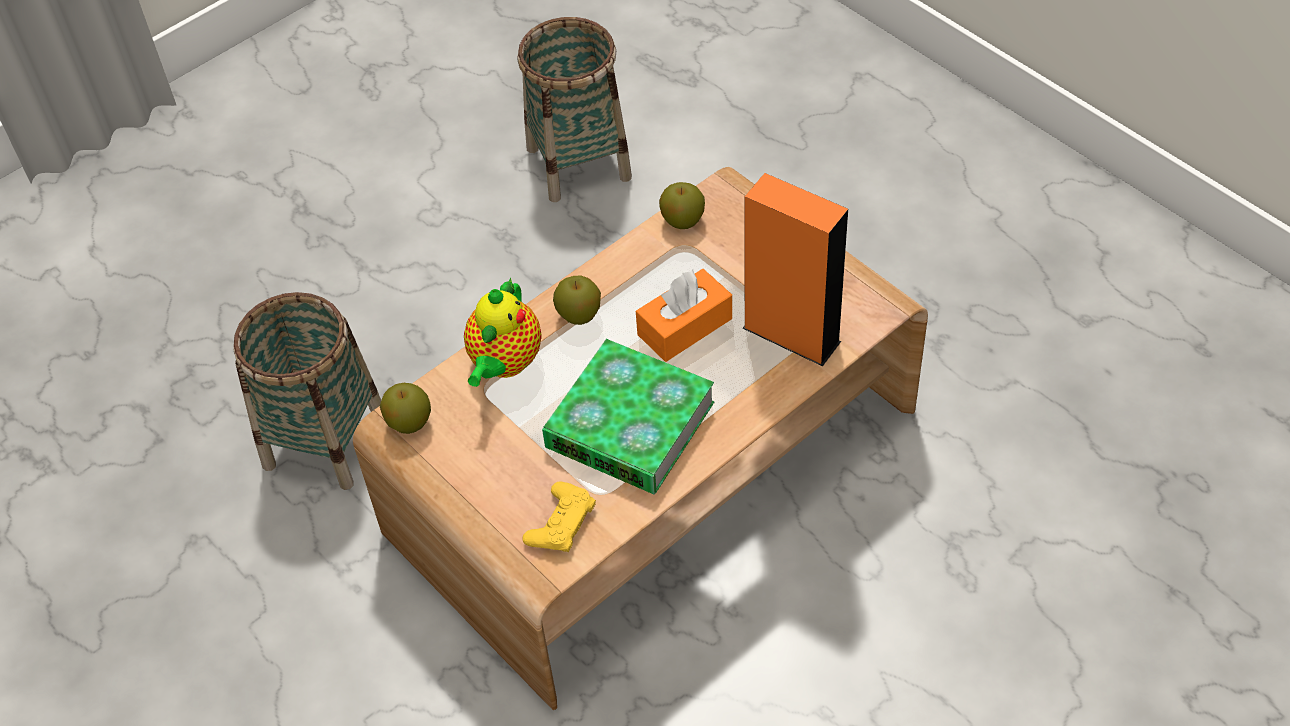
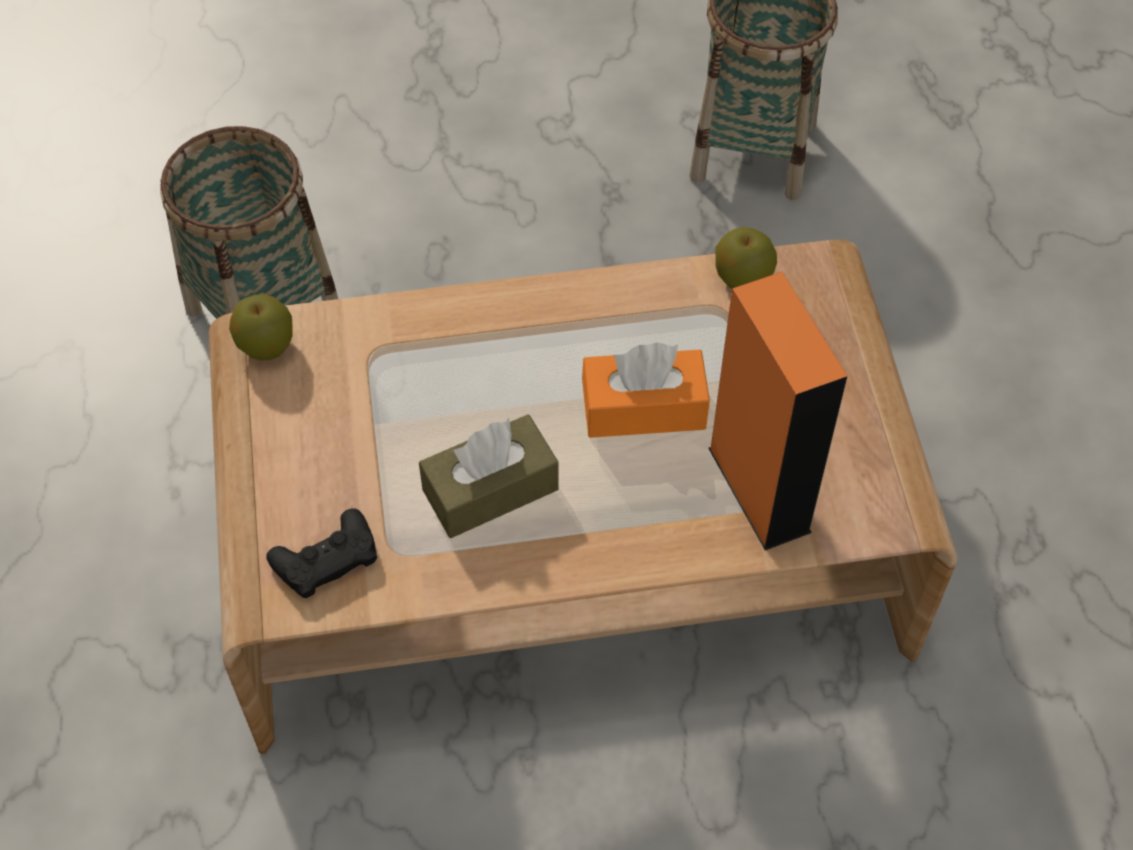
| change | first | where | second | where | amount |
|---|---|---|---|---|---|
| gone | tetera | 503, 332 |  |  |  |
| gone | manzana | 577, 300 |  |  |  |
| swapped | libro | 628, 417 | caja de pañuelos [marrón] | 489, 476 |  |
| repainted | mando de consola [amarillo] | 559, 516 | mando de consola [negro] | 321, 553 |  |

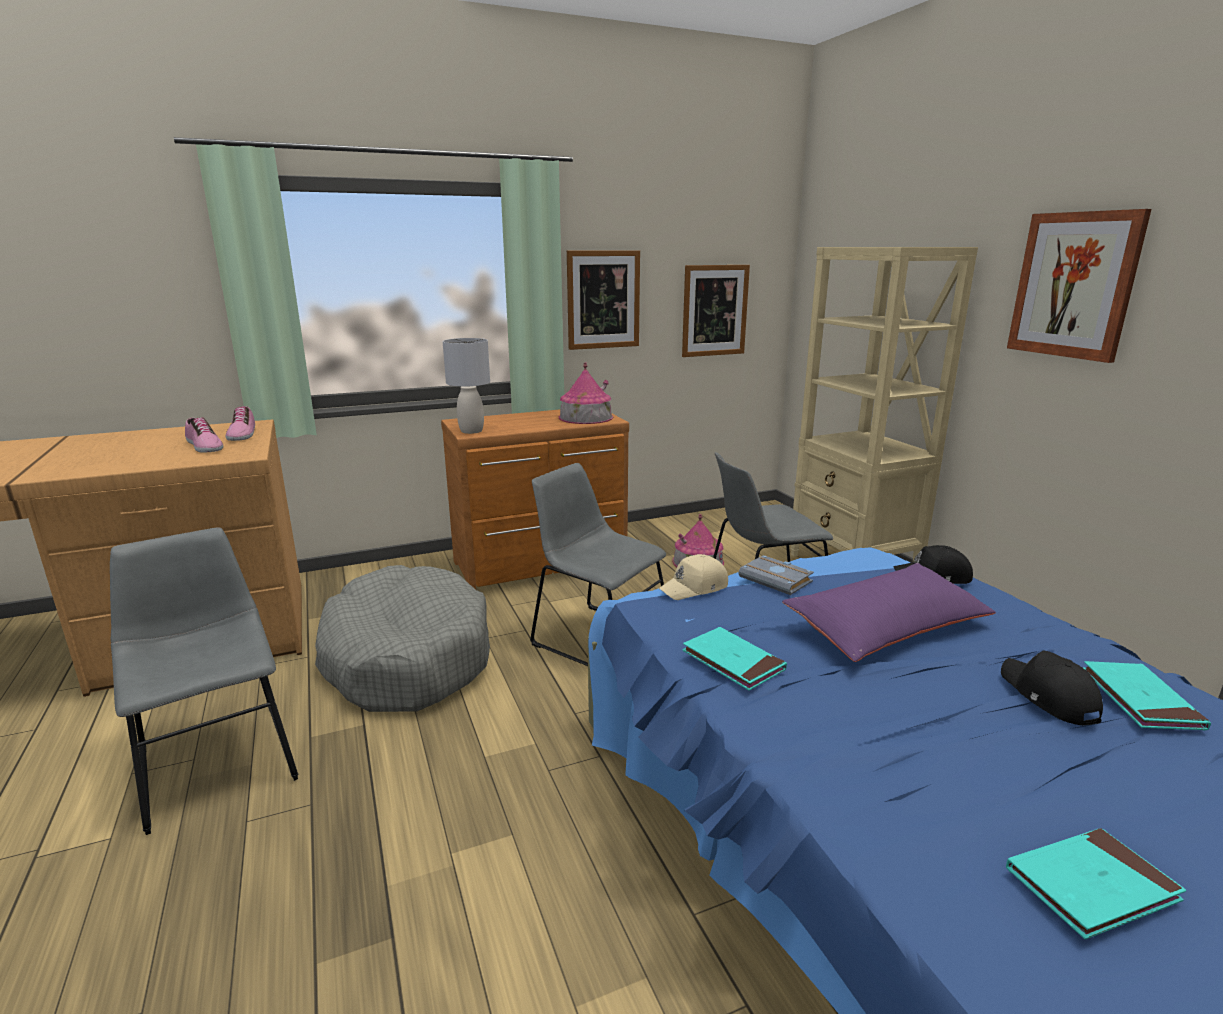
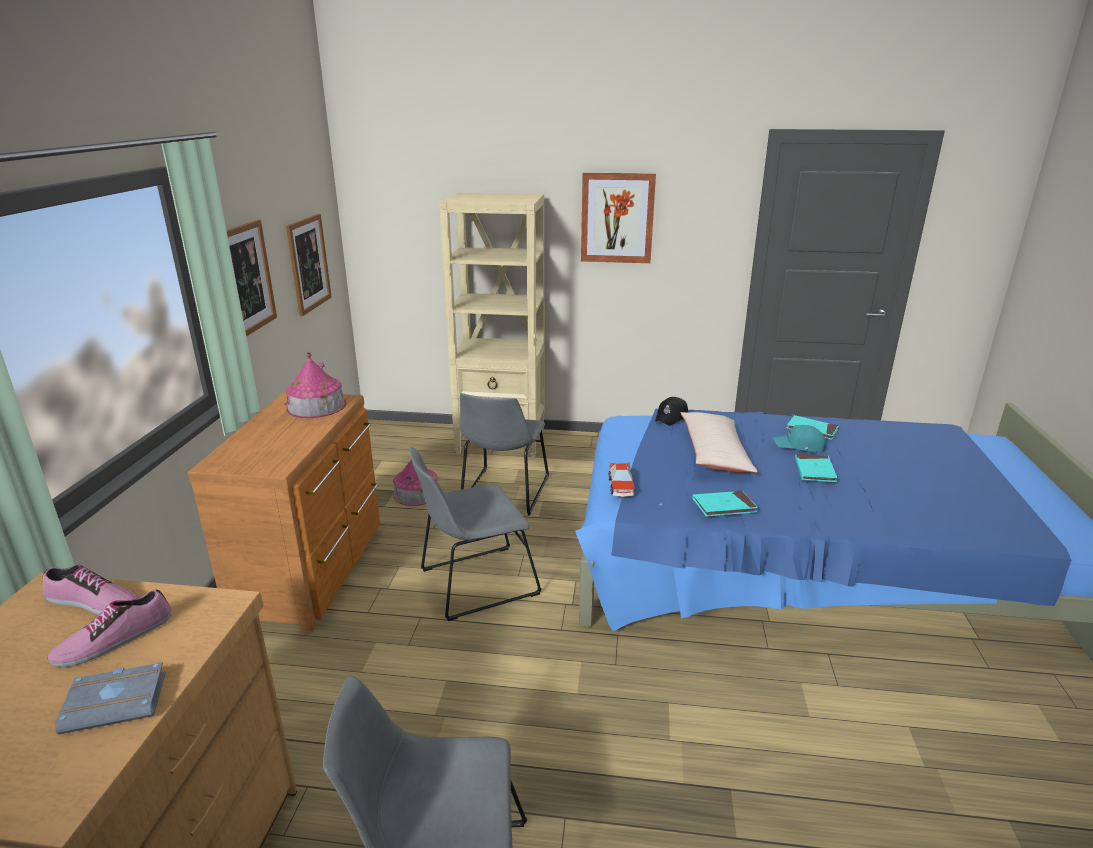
| change | first | where | second | where | amount |
|---|---|---|---|---|---|
| gone | cama para perro [gris] | 402, 638 |  |  |  |
| gone | lámpara de mesa [gris] | 466, 386 |  |  |  |
| shifted | libro [gris] | 776, 575 |  | 110, 698 |  |
| shifted | libro [turquesa] | 1096, 883 |  | 816, 468 |  |
| swapped | gorra [beis] | 693, 577 | coche de juguete | 621, 480 |  |
| repainted | cojín [morado] | 889, 612 | cojín [beis] | 719, 442 |  |
| repainted | gorra [negro] | 1052, 688 | gorra [turquesa] | 799, 438 |  |
| rotated | zapato | 204, 435 |  | 110, 628 | 150 degrees clockwise |

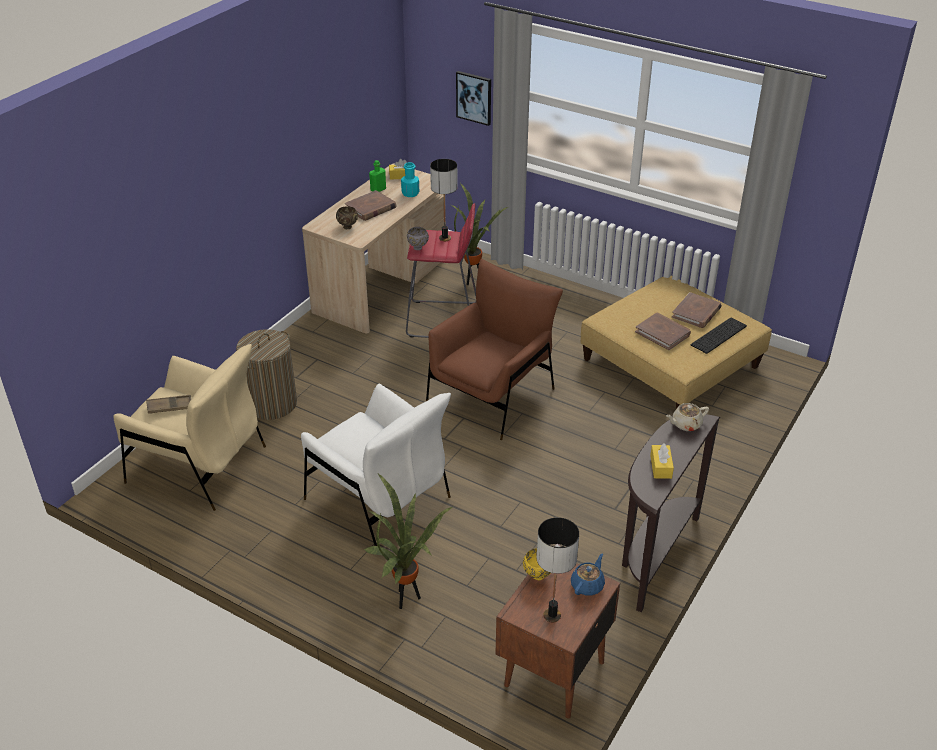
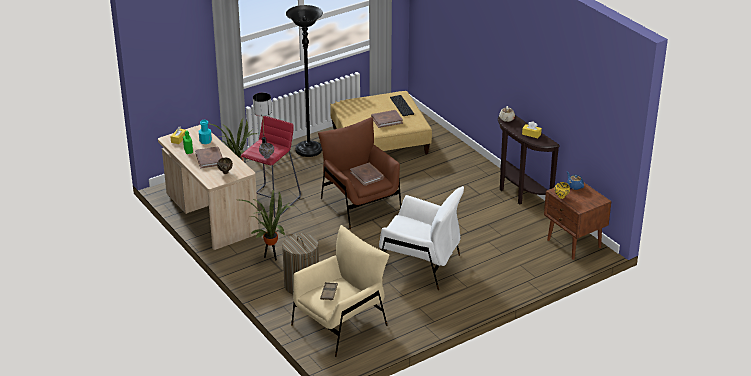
| change | first | where | second | where | amount |
|---|---|---|---|---|---|
| gone | cuadro | 473, 98 |  |  |  |
| gone | lámpara de mesa | 558, 570 |  |  |  |
| new |  |  | lámpara de pie [negro] | 304, 81 |  |
| shifted | planta en maceta | 408, 541 |  | 266, 225 |  |
| shifted | libro [marrón] | 697, 310 |  | 367, 174 |  |
| rotated | sillón [blanco] | 376, 465 |  | 421, 238 | 45 degrees clockwise |

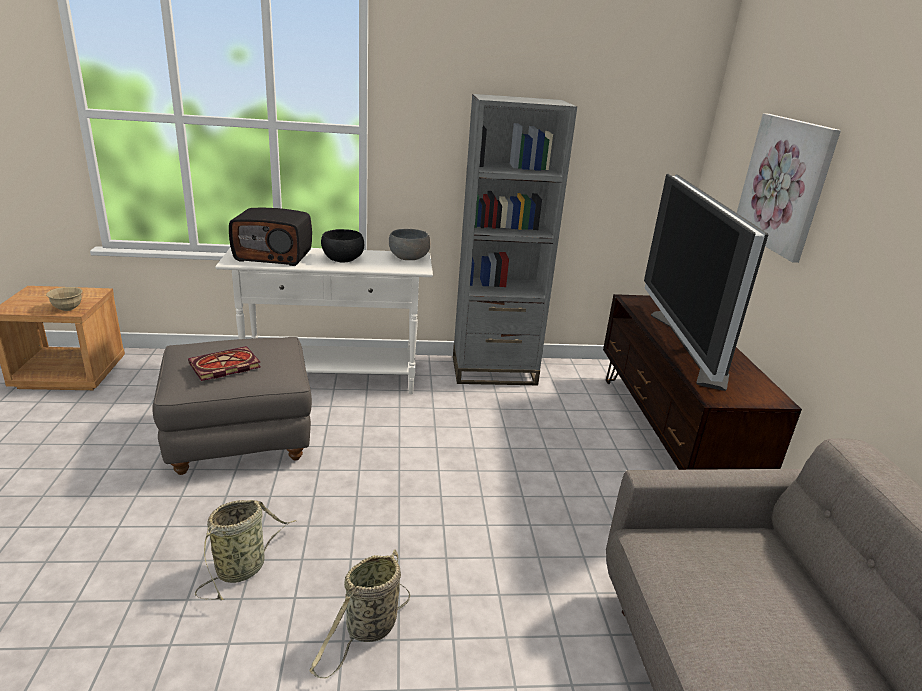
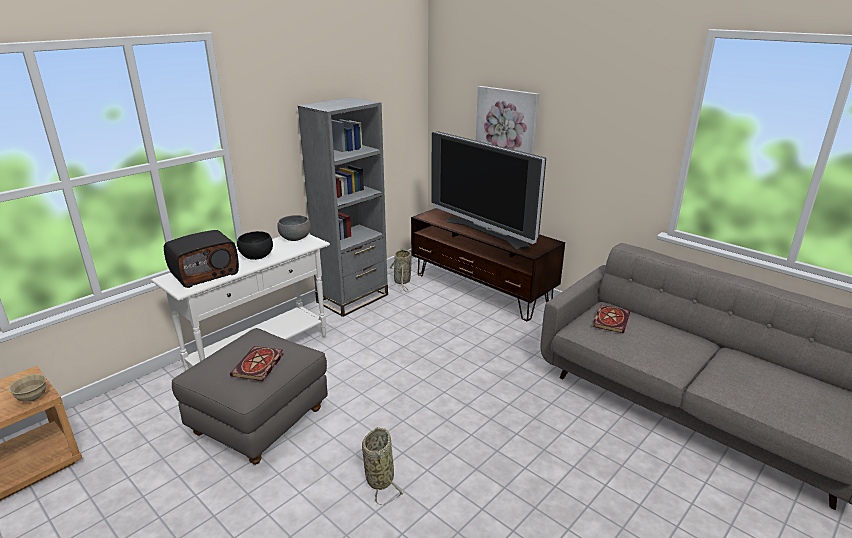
| change | first | where | second | where | amount |
|---|---|---|---|---|---|
| new |  |  | libro | 611, 319 |  |
| shifted | cesta | 360, 614 |  | 400, 270 |  |

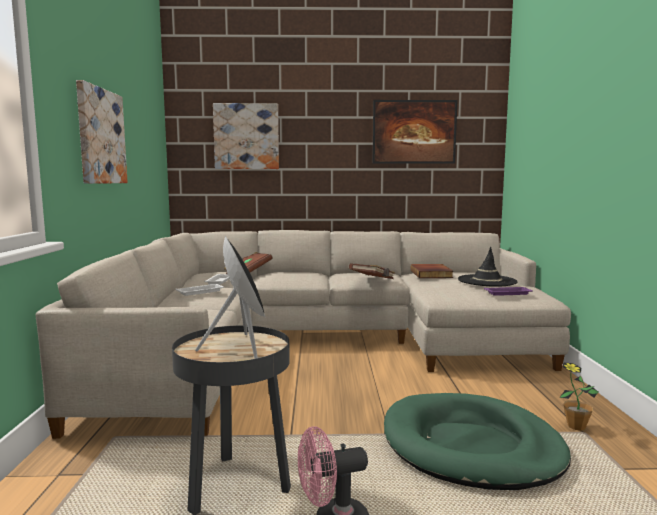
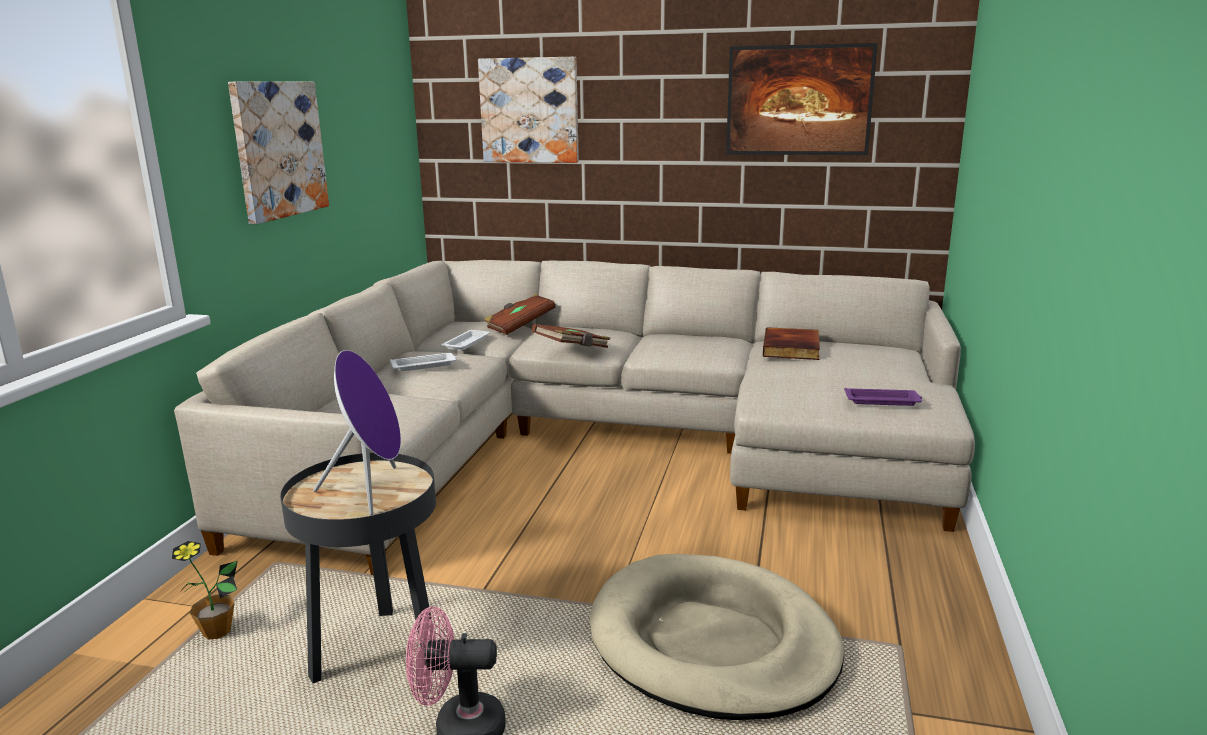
| change | first | where | second | where | amount |
|---|---|---|---|---|---|
| gone | sombrero [negro] | 488, 267 |  |  |  |
| shifted | libro [marrón] | 372, 271 |  | 571, 336 |  |
| shifted | planta en maceta | 578, 397 |  | 205, 590 |  |
| repainted | altavoz [negro] | 230, 297 | altavoz [morado] | 357, 432 |  |
| repainted | cama para perro [verde] | 477, 441 | cama para perro [beis] | 717, 637 |  |

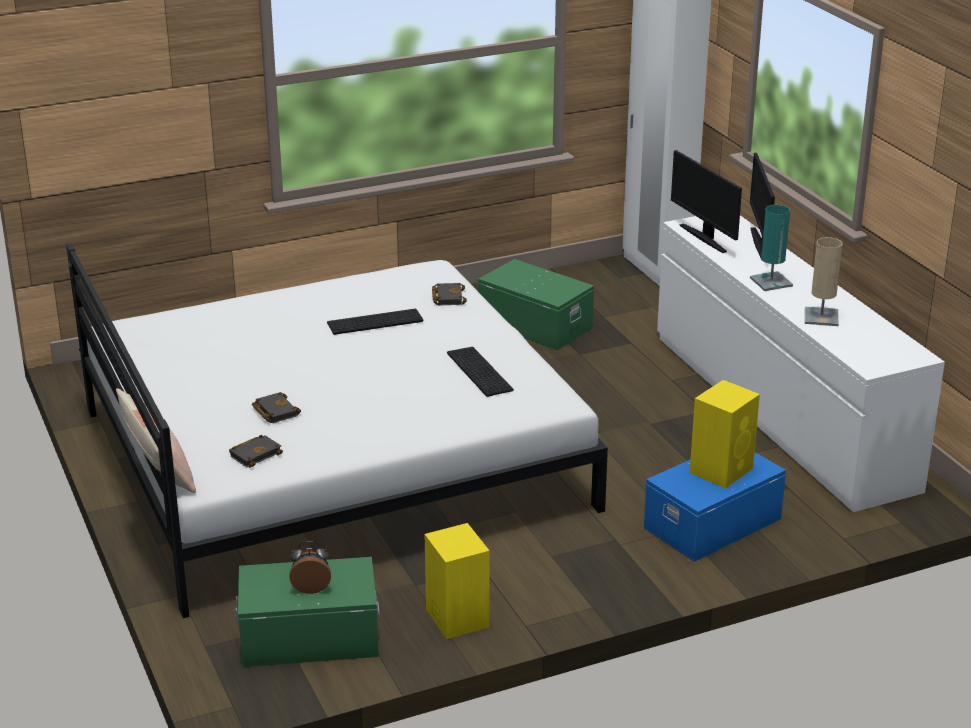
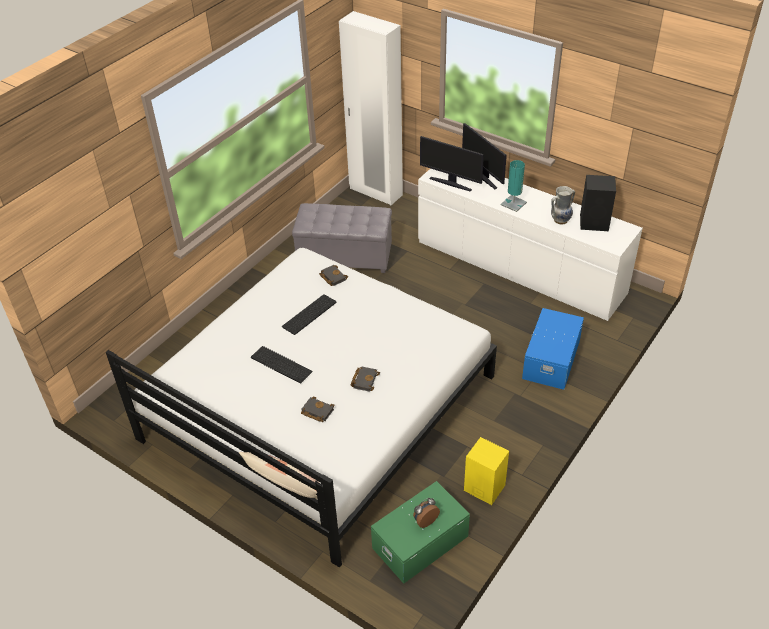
| change | first | where | second | where | amount |
|---|---|---|---|---|---|
| gone | altavoz [amarillo] | 725, 434 |  |  |  |
| new |  |  | altavoz [negro] | 598, 203 |  |
| shifted | libro [negro] | 256, 451 |  | 365, 379 |  |
| shifted | teclado | 480, 372 |  | 281, 364 |  |
| swapped | caja de almacenaje [verde] | 536, 305 | puf [gris] | 342, 238 |  |
| swapped | lámpara de mesa [beis] | 823, 281 | florero | 563, 205 |  |

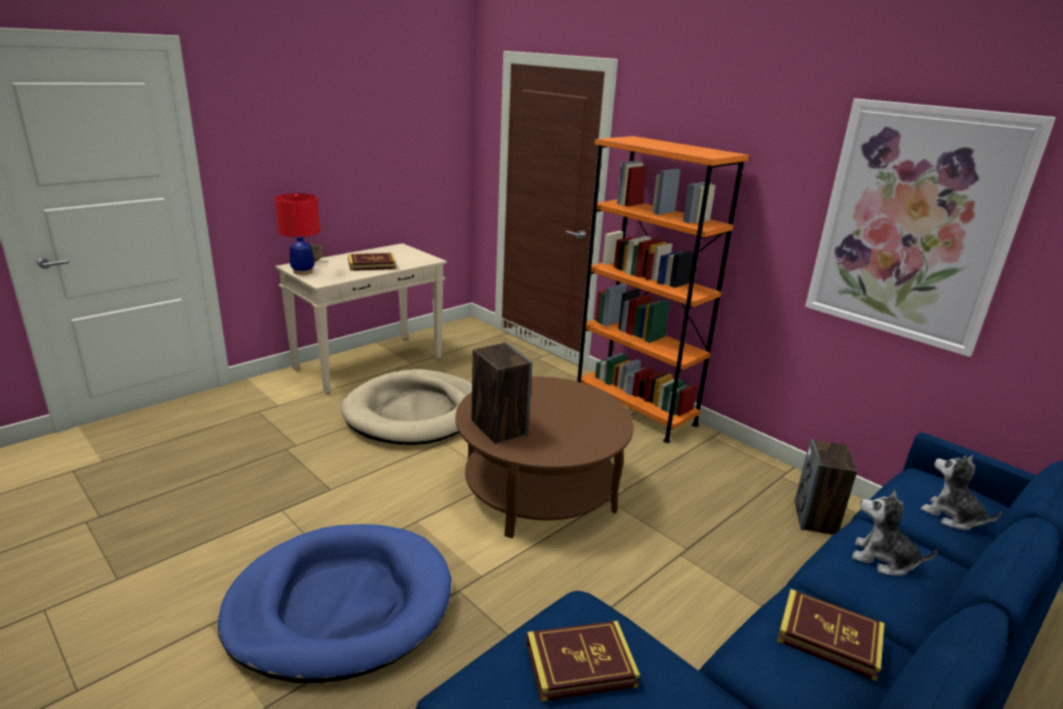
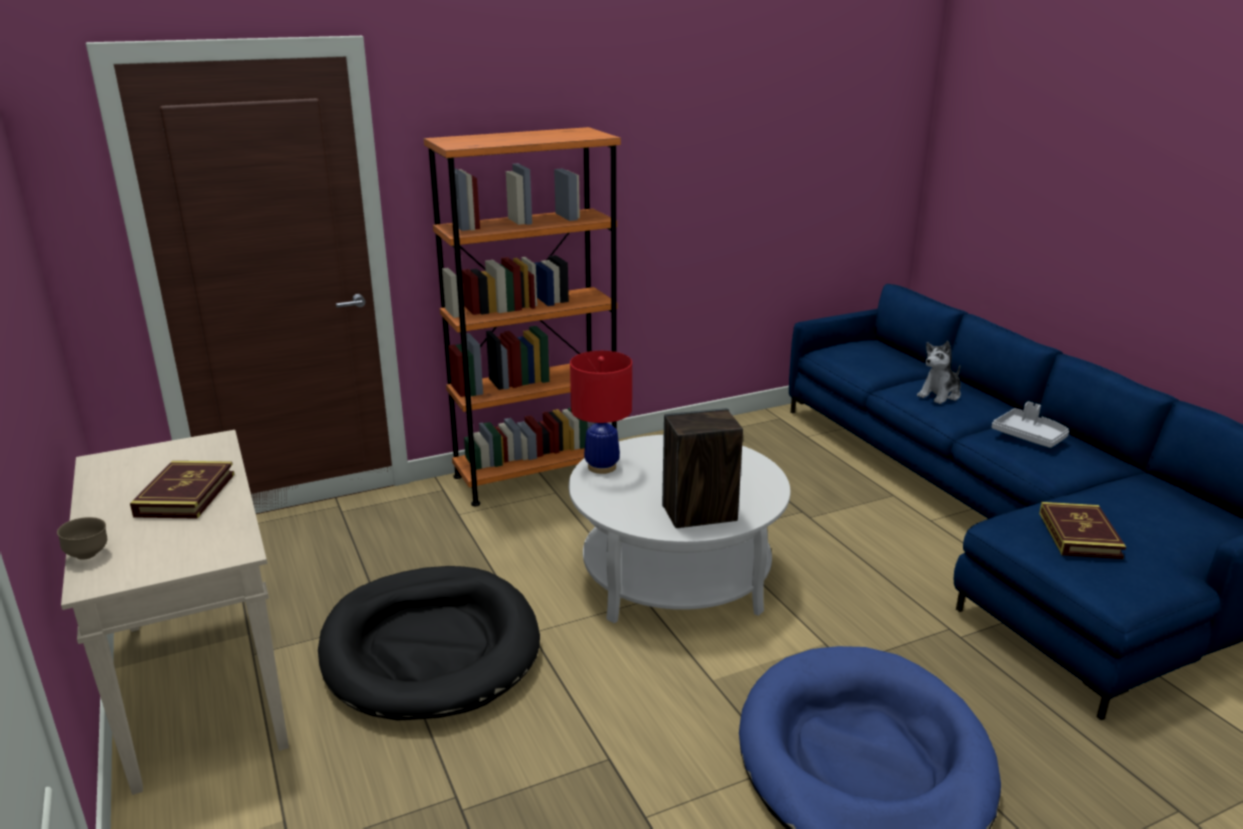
| change | first | where | second | where | amount |
|---|---|---|---|---|---|
| gone | altavoz | 826, 487 |  |  |  |
| gone | cuadro | 930, 228 |  |  |  |
| gone | peluche | 961, 492 |  |  |  |
| shifted | lámpara de mesa [rojo] | 297, 234 |  | 601, 412 |  |
| swapped | libro | 831, 635 | bandeja [gris] | 1030, 424 |  |
| repainted | cama para perro [beis] | 406, 407 | cama para perro [negro] | 429, 643 |  |
| repainted | mesa de centro [marrón] | 544, 457 | mesa de centro [blanco] | 680, 529 |  |

